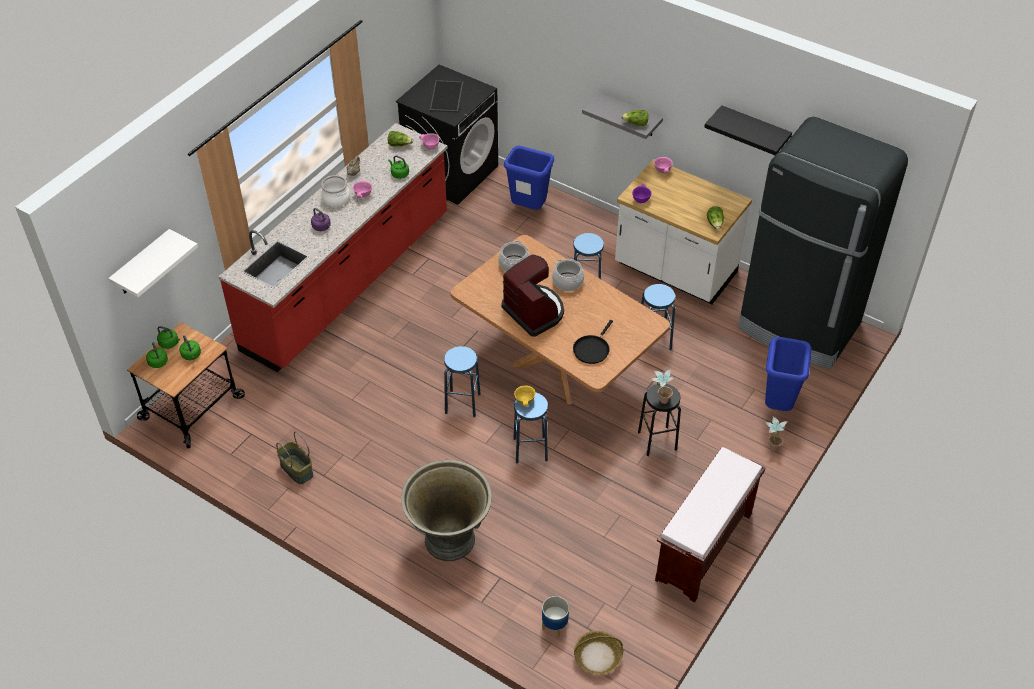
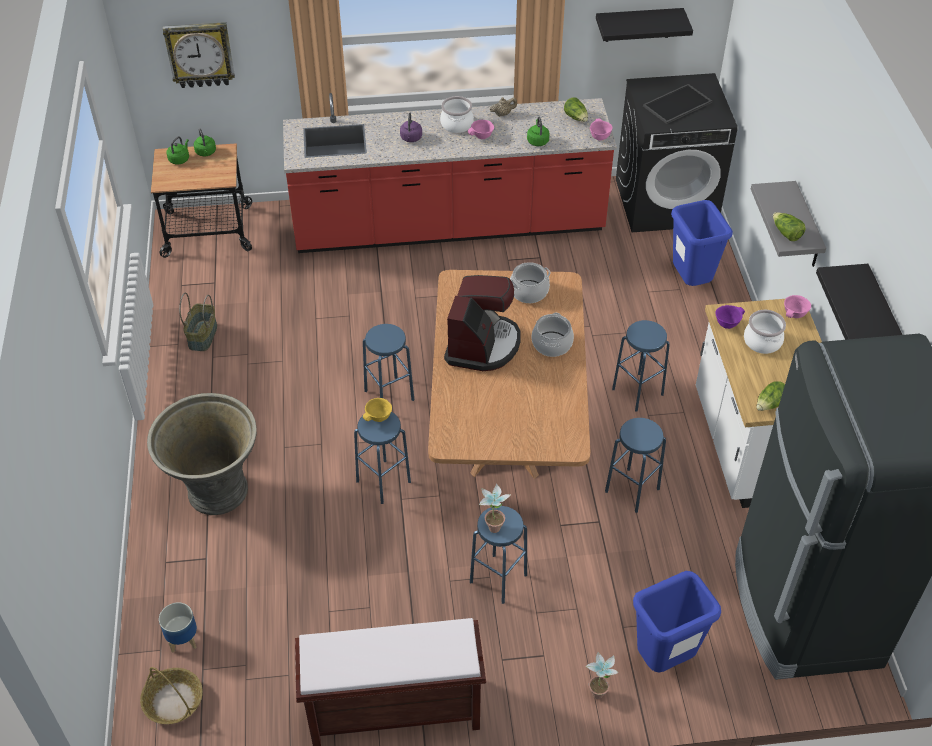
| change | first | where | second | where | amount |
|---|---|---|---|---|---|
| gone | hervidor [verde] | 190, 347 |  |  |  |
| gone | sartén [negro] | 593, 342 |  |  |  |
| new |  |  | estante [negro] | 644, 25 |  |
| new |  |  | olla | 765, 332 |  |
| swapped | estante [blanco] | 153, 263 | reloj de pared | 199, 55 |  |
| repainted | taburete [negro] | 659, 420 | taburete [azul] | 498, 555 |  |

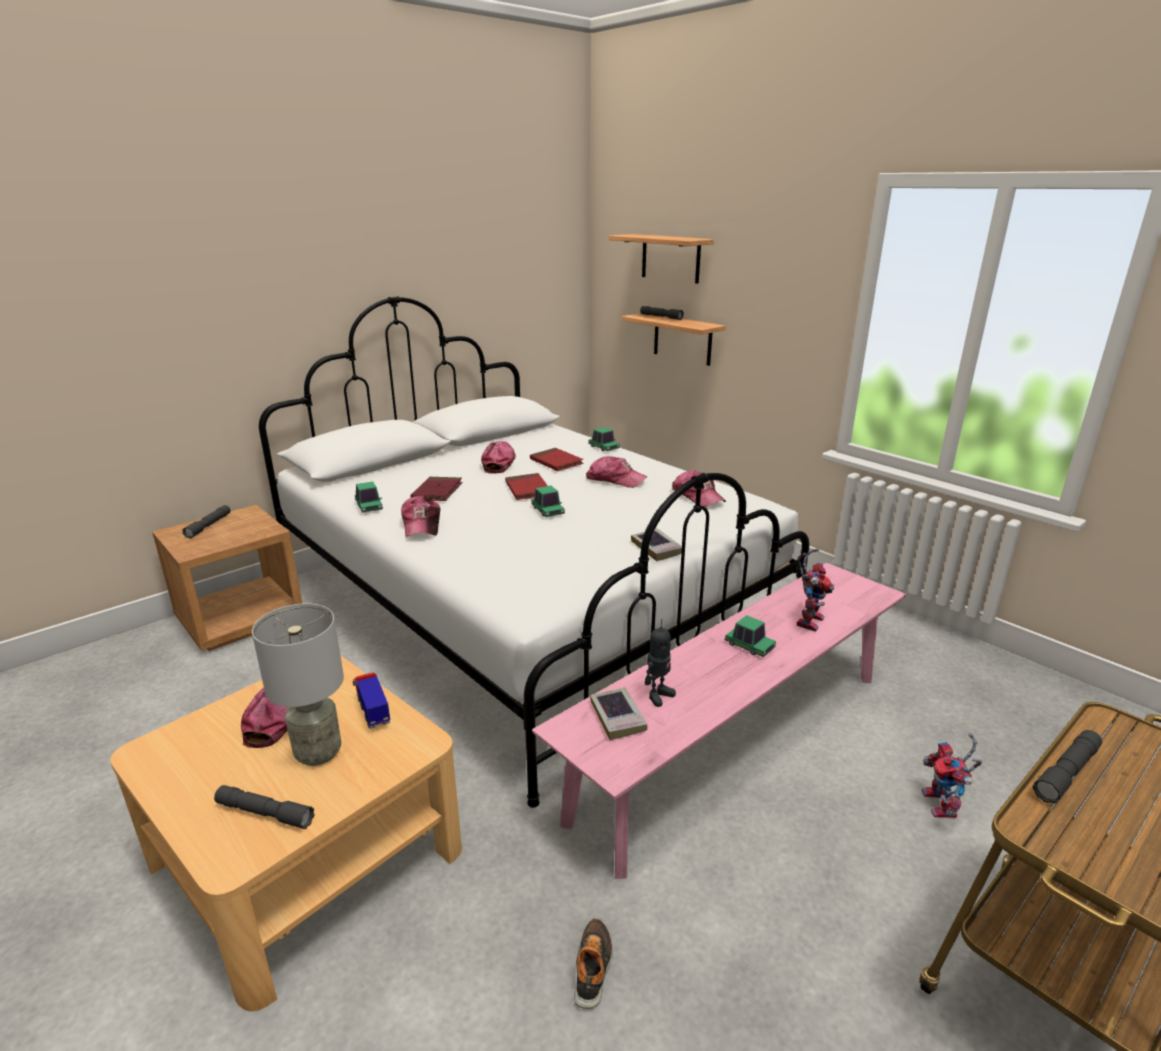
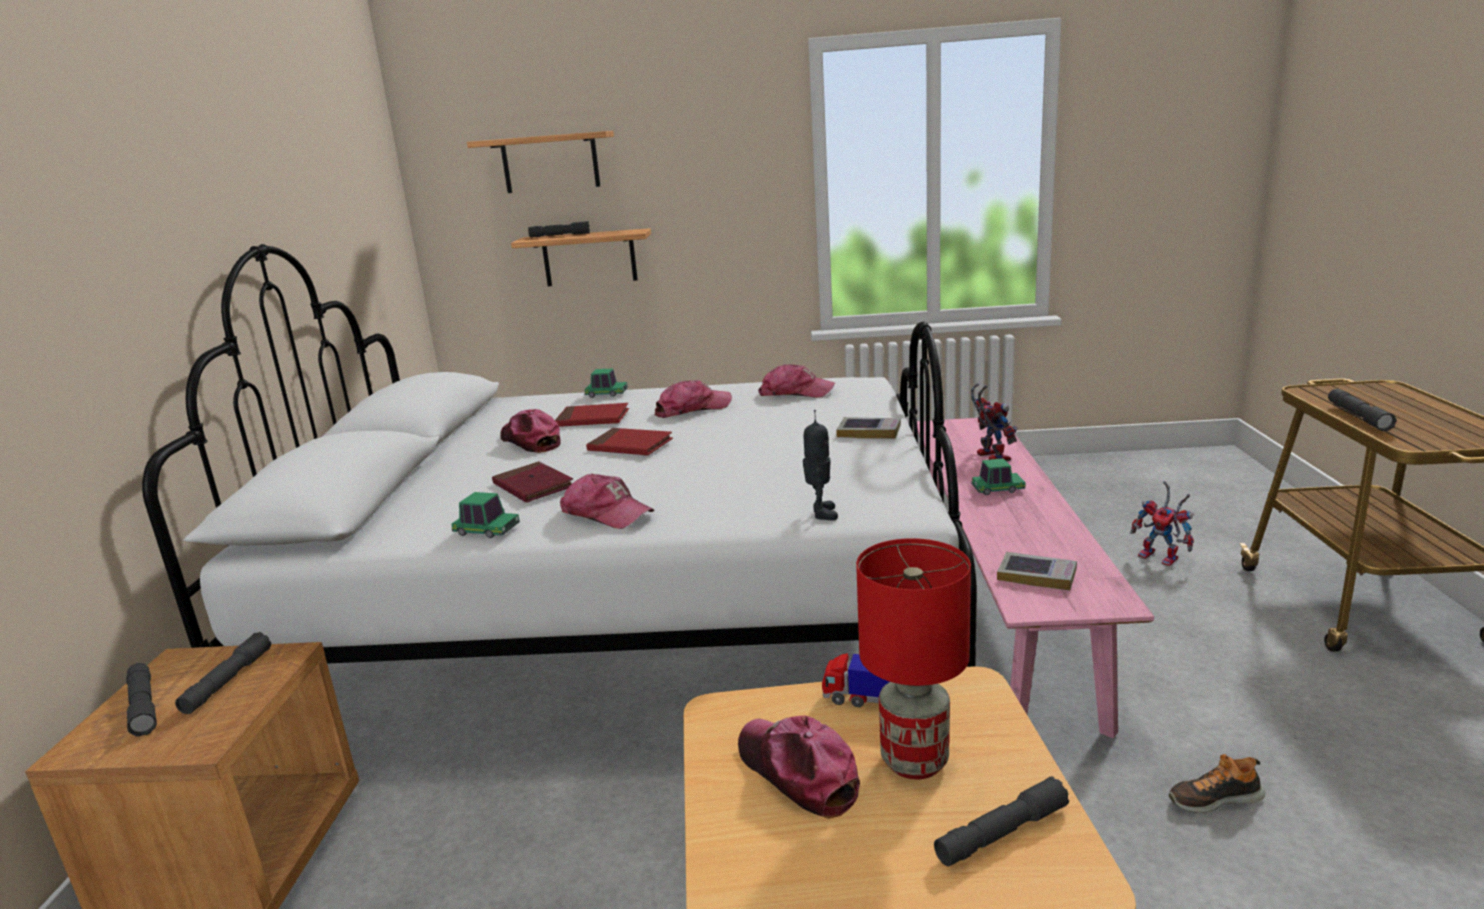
| change | first | where | second | where | amount |
|---|---|---|---|---|---|
| gone | coche de juguete | 548, 501 |  |  |  |
| new |  |  | linterna [gris] | 223, 673 |  |
| shifted | robot de juguete | 660, 663 |  | 820, 465 |  |
| repainted | lámpara de mesa [gris] | 298, 684 | lámpara de mesa [rojo] | 913, 658 |  |
| rotated | zapato | 593, 963 |  | 1217, 783 | 60 degrees counterclockwise |

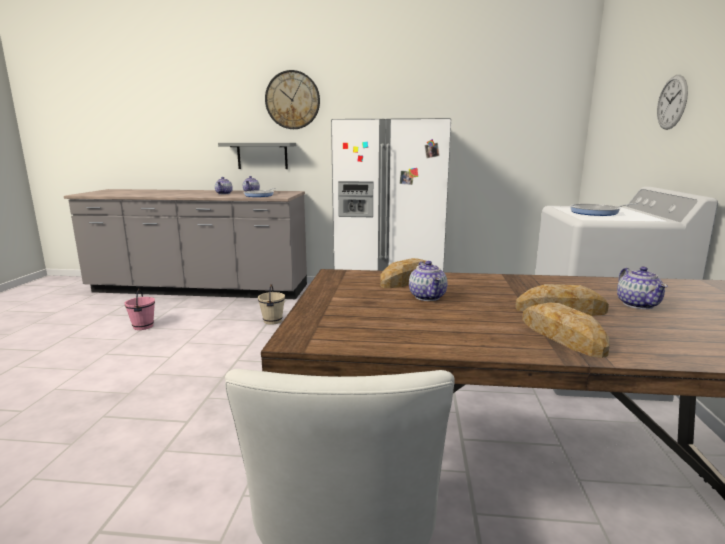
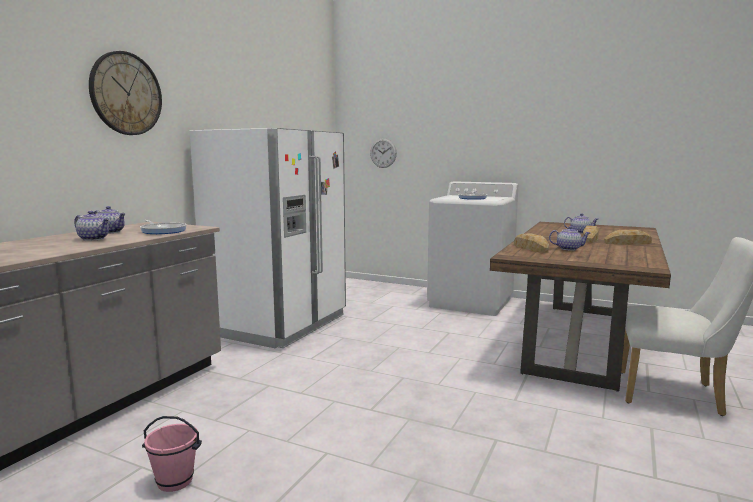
| change | first | where | second | where | amount |
|---|---|---|---|---|---|
| gone | estante [gris] | 257, 156 |  |  |  |
| gone | cubo [beis] | 271, 304 |  |  |  |
| shifted | reloj de pared | 672, 102 |  | 383, 153 |  |

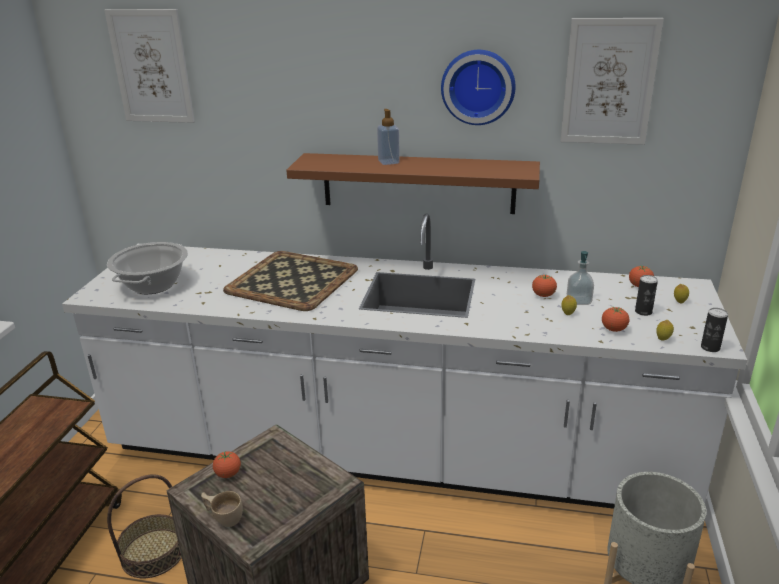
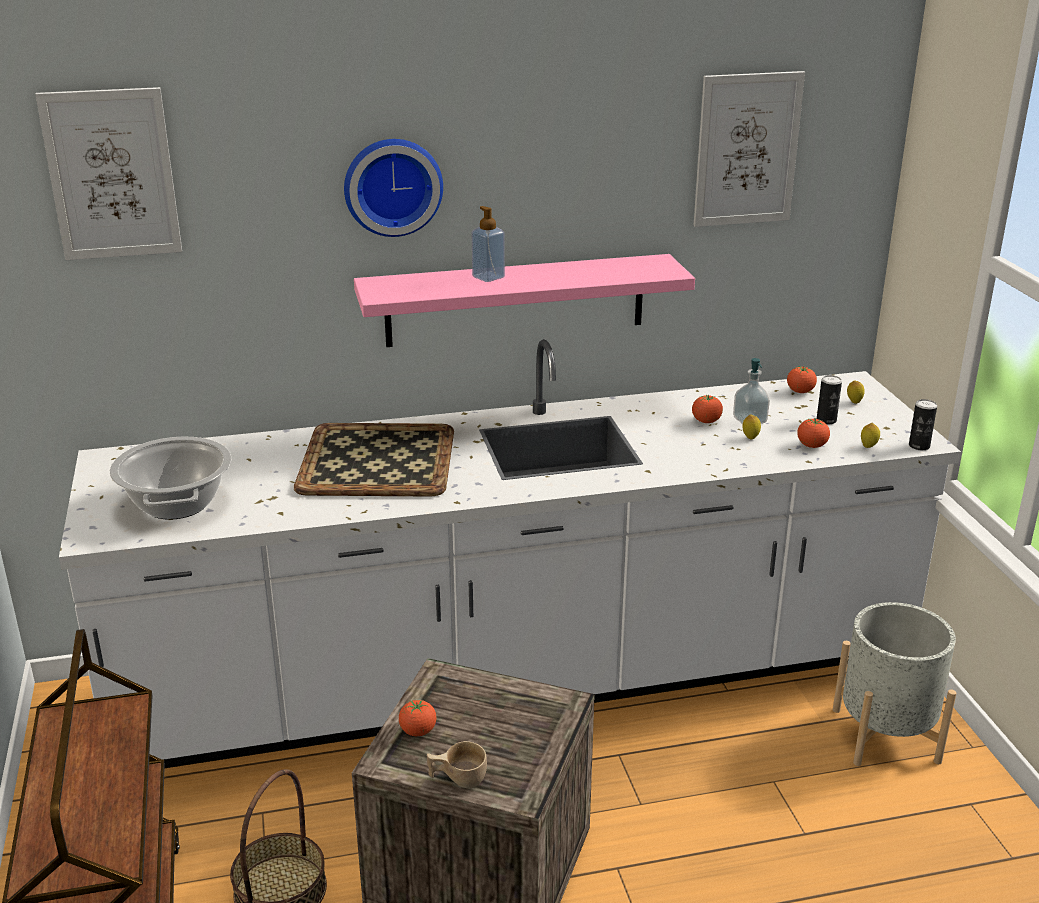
| change | first | where | second | where | amount |
|---|---|---|---|---|---|
| shifted | reloj de pared | 478, 87 |  | 393, 188 |  |
| repainted | estante [marrón] | 413, 183 | estante [rosa] | 524, 300 |  |

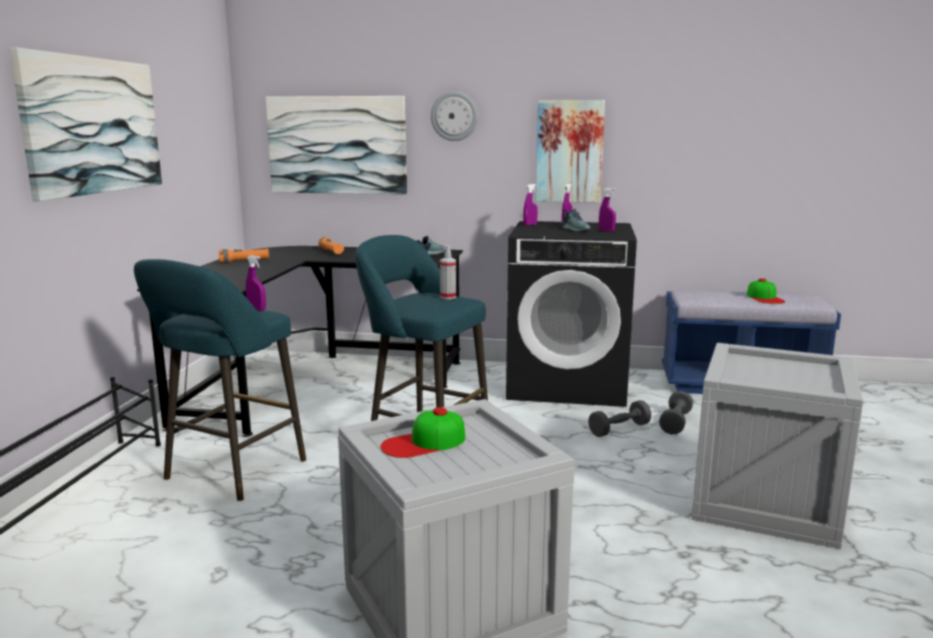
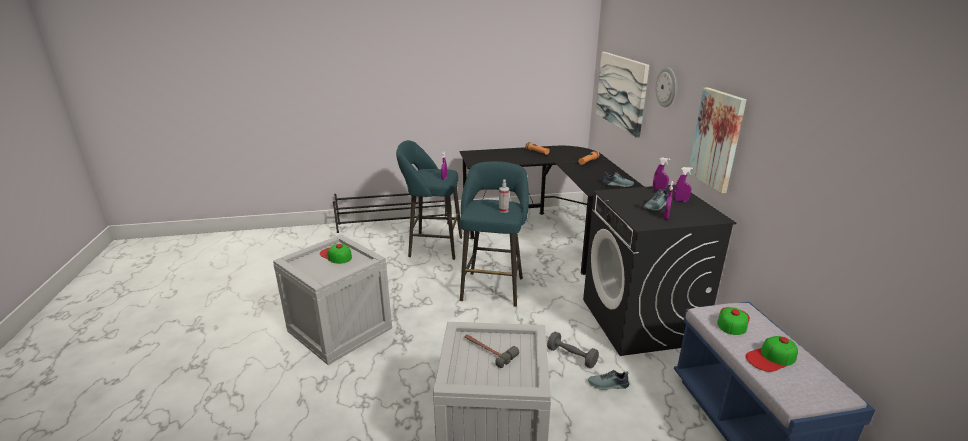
| change | first | where | second | where | amount |
|---|---|---|---|---|---|
| gone | cuadro | 85, 124 |  |  |  |
| new |  |  | martillo | 492, 351 |  |
| new |  |  | gorra | 733, 321 |  |
| swapped | mancuerna [gris] | 676, 412 | zapato | 608, 380 |  |

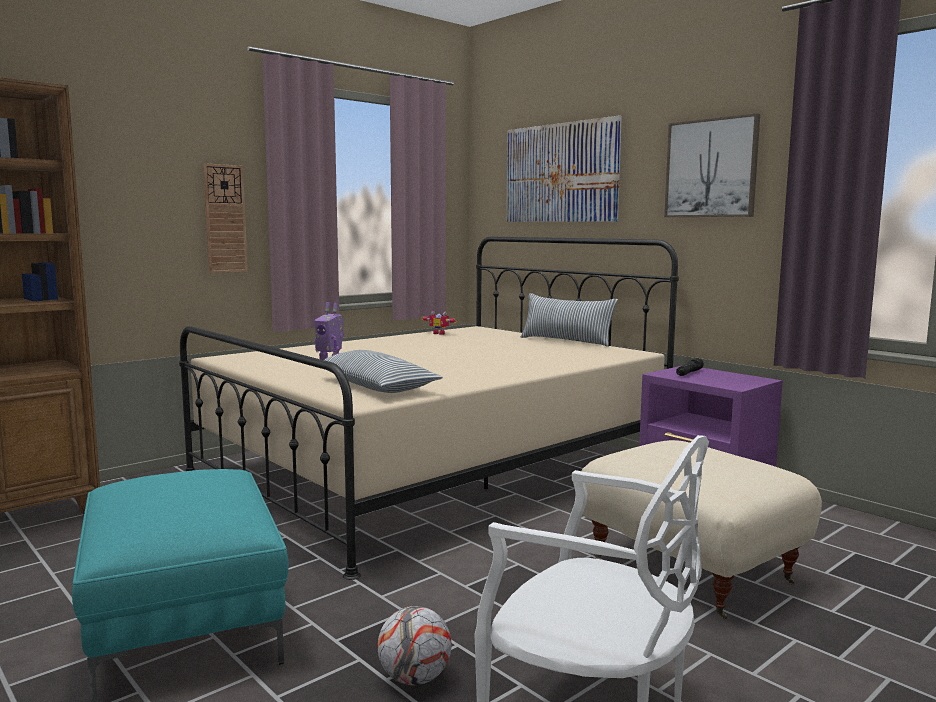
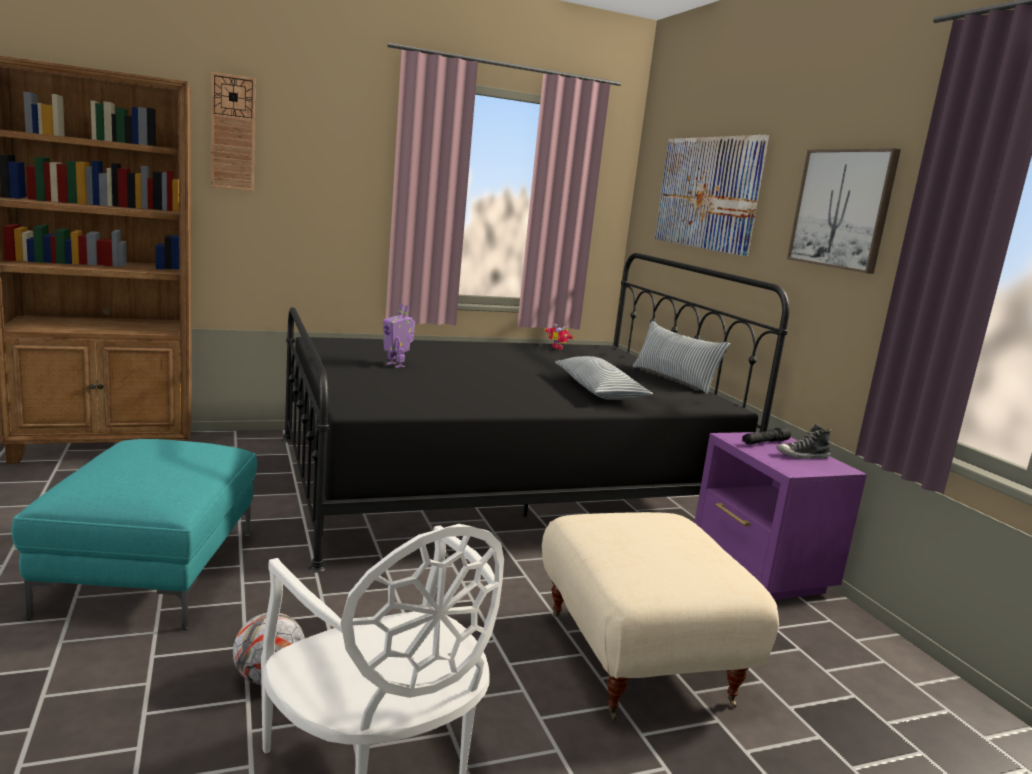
| change | first | where | second | where | amount |
|---|---|---|---|---|---|
| new |  |  | zapato | 803, 441 |  |
| shifted | reloj de pared | 225, 218 |  | 233, 131 |  |
| shifted | cojín | 383, 371 |  | 604, 378 |  |
| repainted | cama [beis] | 429, 408 | cama [negro] | 536, 413 |  |

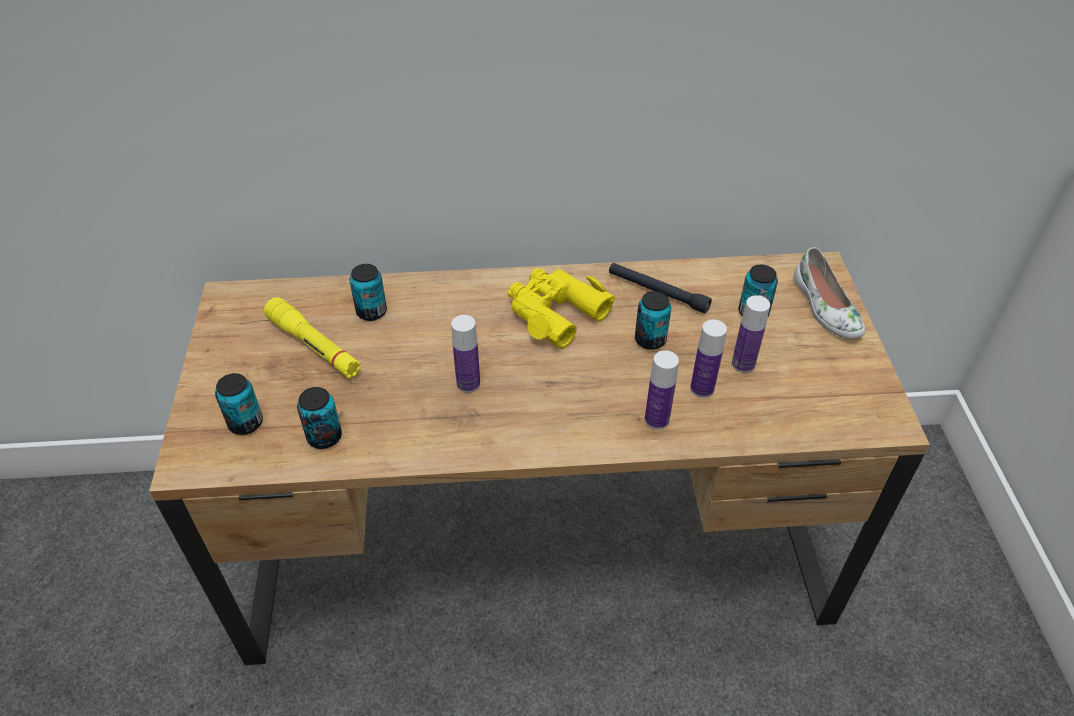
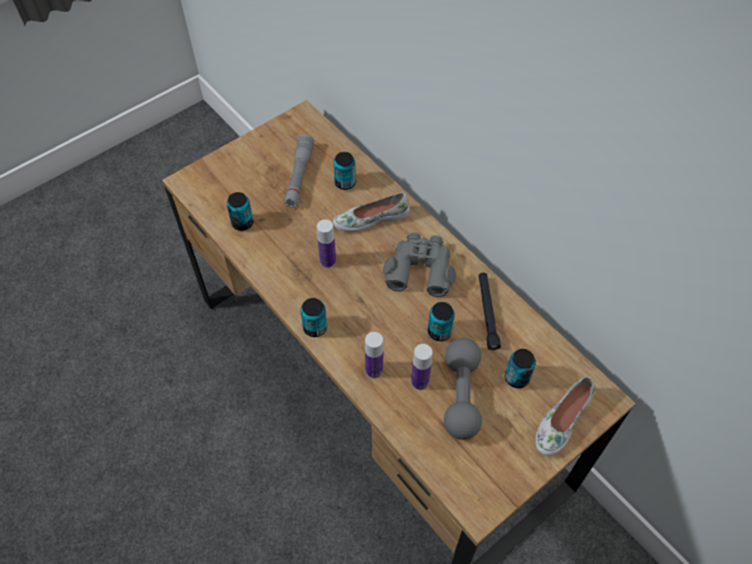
| change | first | where | second | where | amount |
|---|---|---|---|---|---|
| new |  |  | zapato [blanco] | 371, 212 |  |
| shifted | lata | 239, 404 |  | 313, 317 |  |
| swapped | botella | 751, 334 | mancuerna [gris] | 463, 389 |  |
| repainted | linterna [amarillo] | 312, 337 | linterna [gris] | 299, 171 |  |
| repainted | prismáticos [amarillo] | 561, 308 | prismáticos [gris] | 419, 264 |  |

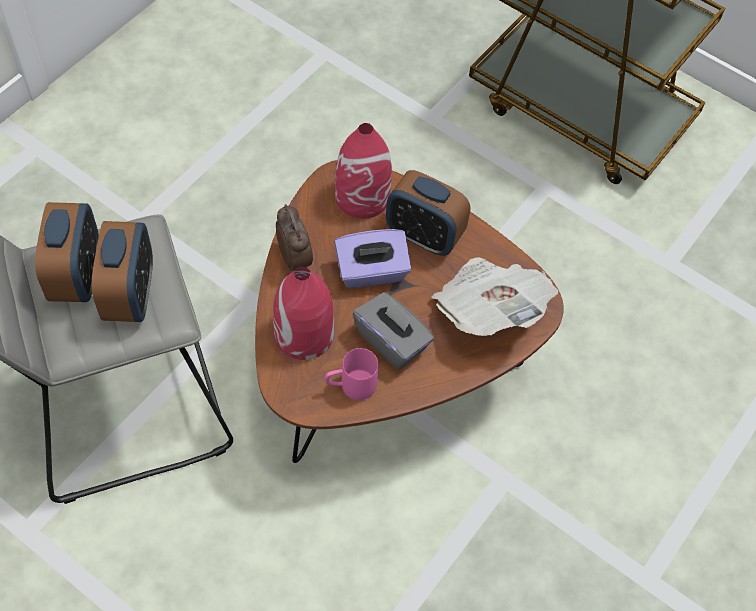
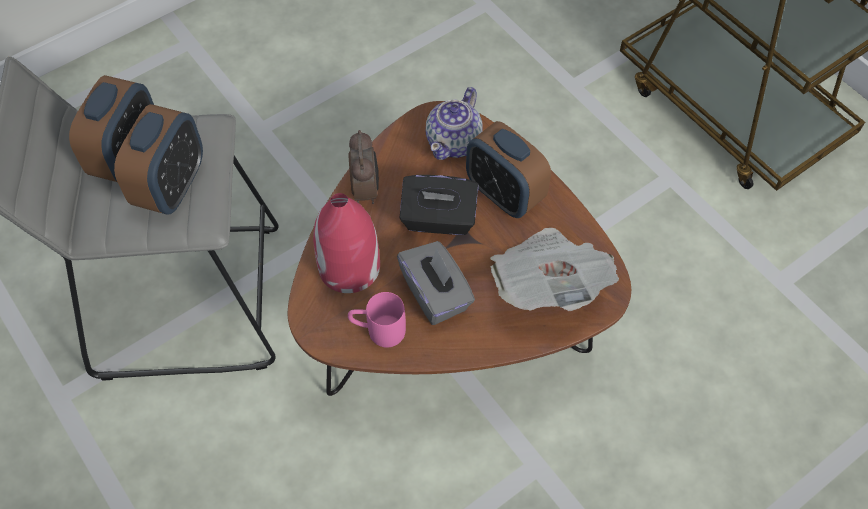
| change | first | where | second | where | amount |
|---|---|---|---|---|---|
| swapped | florero [rojo] | 363, 171 | tetera | 454, 123 |  |
| repainted | caja de pañuelos [morado] | 372, 258 | caja de pañuelos [negro] | 439, 205 |  |

